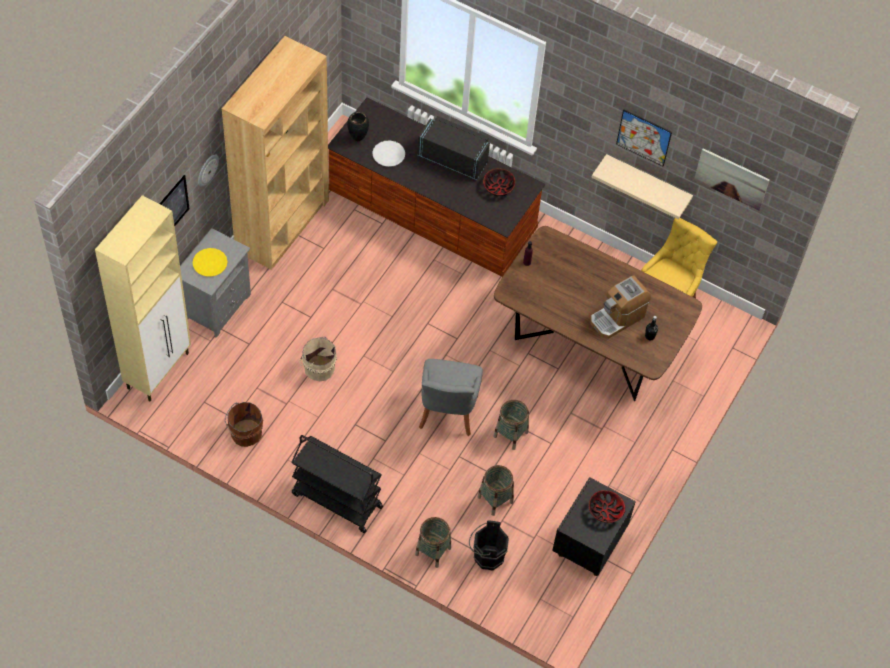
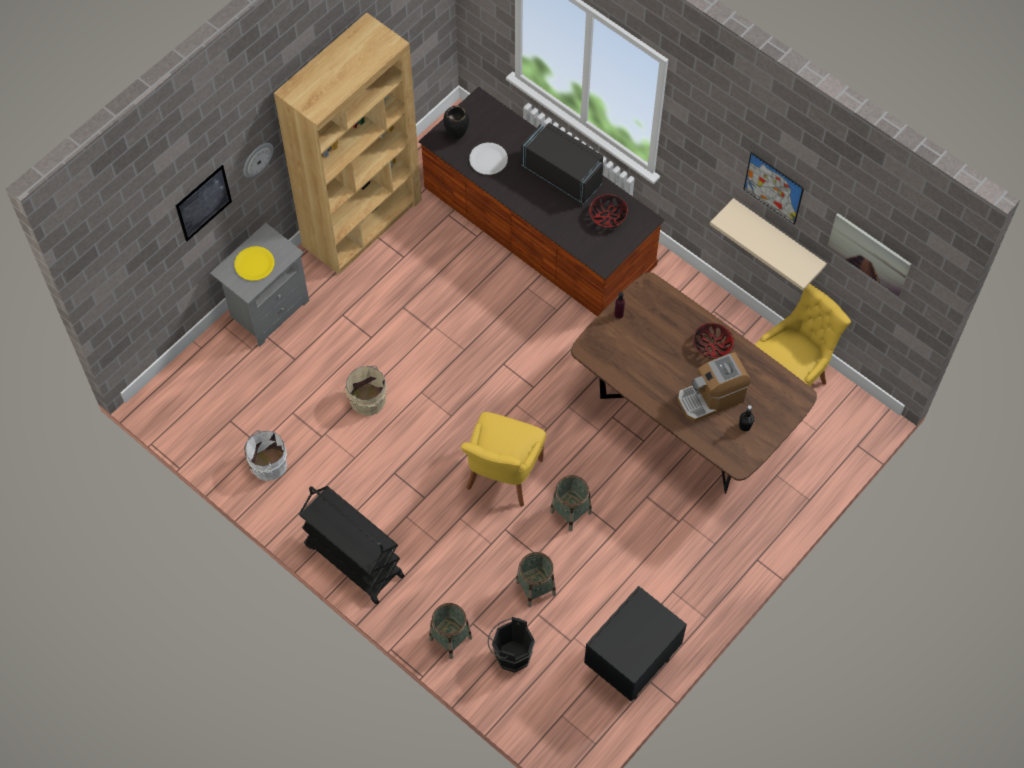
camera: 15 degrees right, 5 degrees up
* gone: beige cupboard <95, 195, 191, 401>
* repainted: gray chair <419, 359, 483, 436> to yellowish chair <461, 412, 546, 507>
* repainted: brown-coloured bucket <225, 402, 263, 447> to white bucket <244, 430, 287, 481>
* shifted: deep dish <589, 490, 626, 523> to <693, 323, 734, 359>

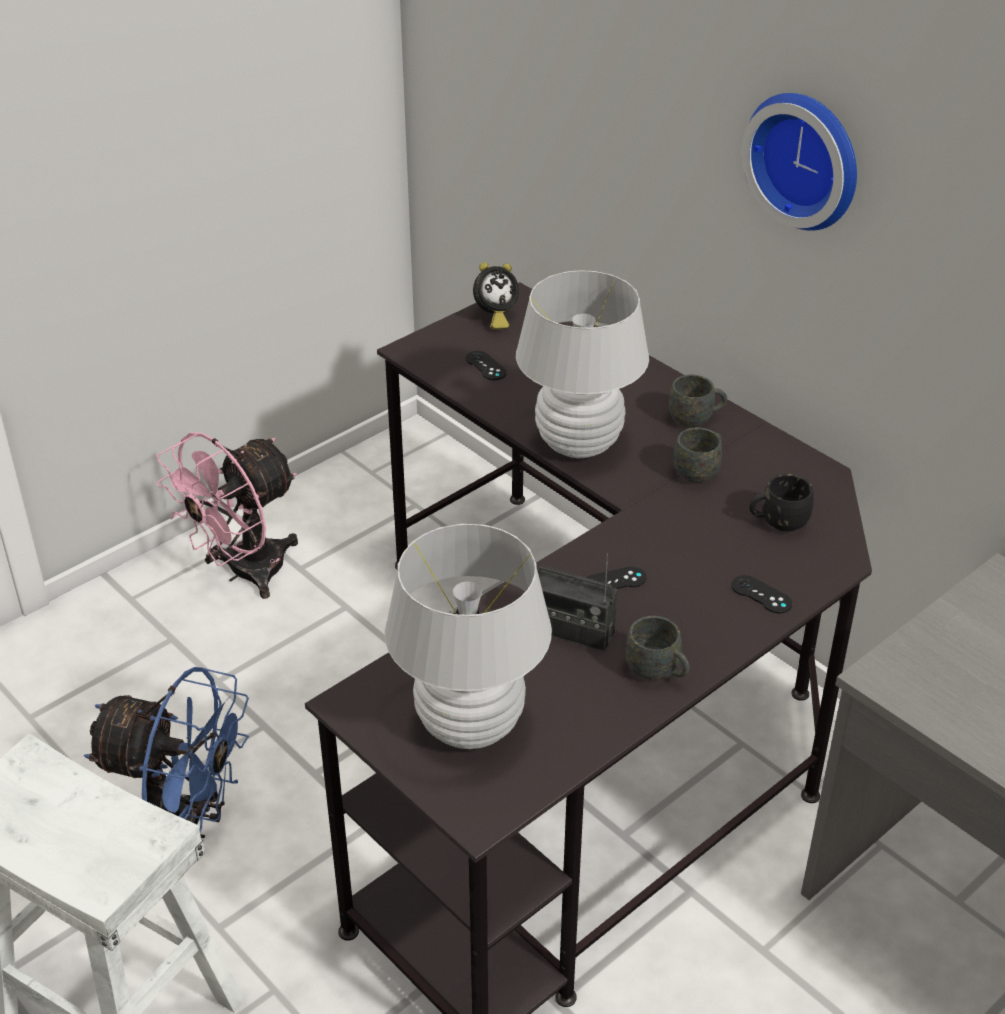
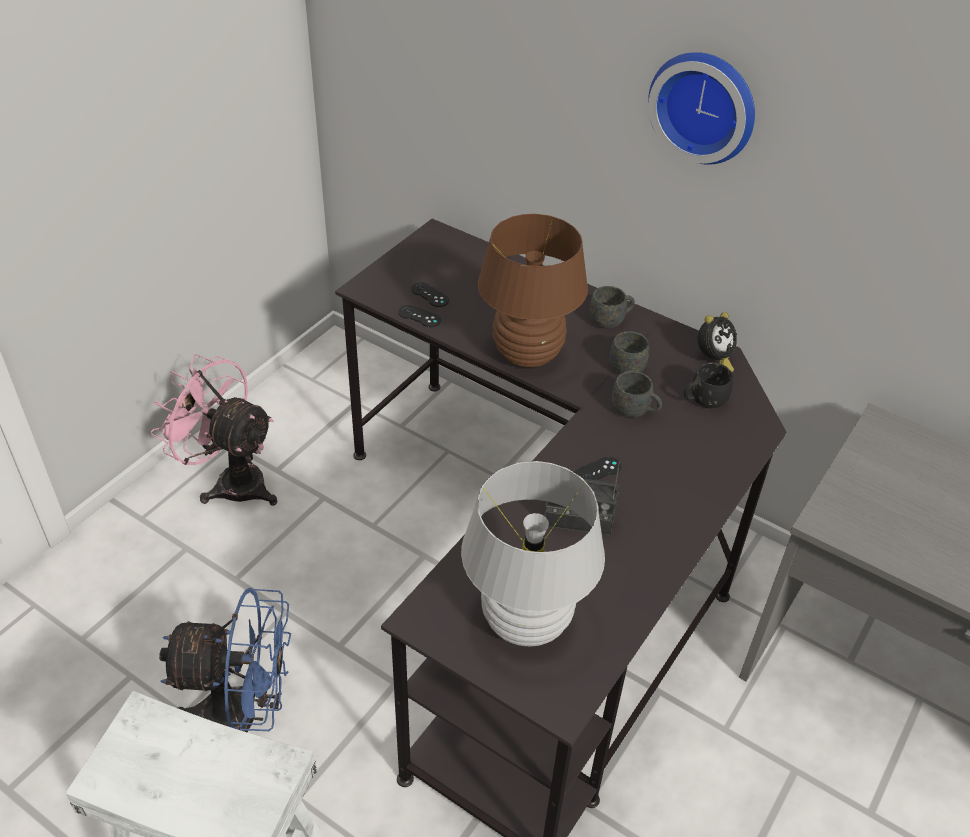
camera: 15 degrees left, 5 degrees up
* shifted: alarm clock <473, 262, 519, 329> to <697, 312, 737, 372>
* repainted: white tabletop lamp <516, 270, 649, 458> to brown-coloured tabletop lamp <478, 214, 588, 367>
* rotated: pink cooling fan <156, 432, 298, 599> = <151, 354, 277, 506> 90 degrees clockwise
* shifted: black joypad <731, 575, 792, 613> to <398, 305, 441, 327>
* shifted: gray coffee mug <626, 616, 690, 680> to <612, 371, 662, 417>

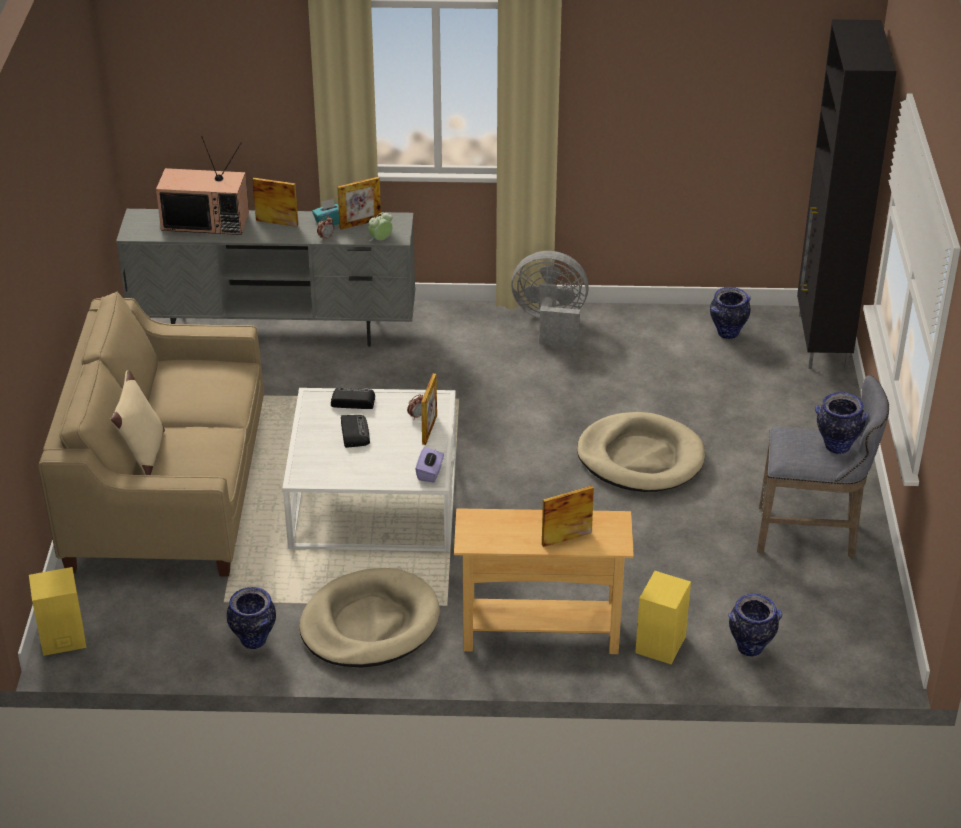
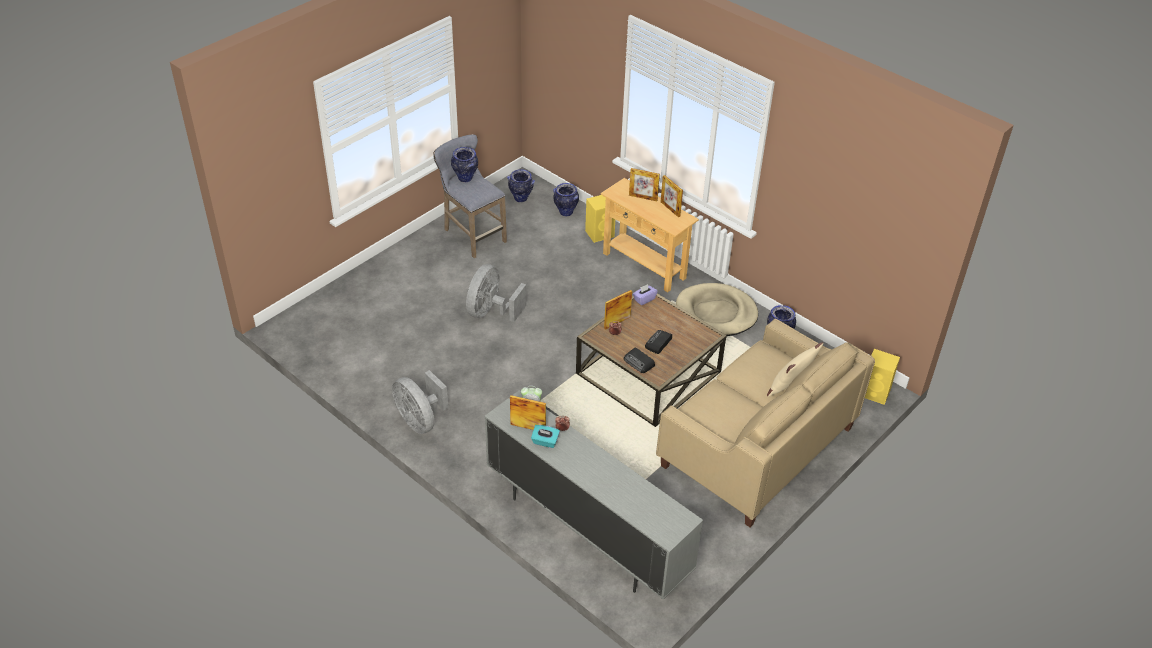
camera: 140 degrees left, 5 degrees up
* gone: black cupboard <797, 20, 897, 370>
* gone: TV <156, 136, 249, 235>
* shifted: picture frame <252, 178, 298, 227> to <661, 175, 683, 217>
* shifted: flower vase <710, 287, 751, 339> to <507, 169, 535, 202>
* repainted: white low table <282, 388, 456, 552> to brown-coloured low table <576, 293, 727, 427>
* swapped: beige dog bed <577, 412, 705, 492> to gray cooling fan <466, 264, 526, 322>

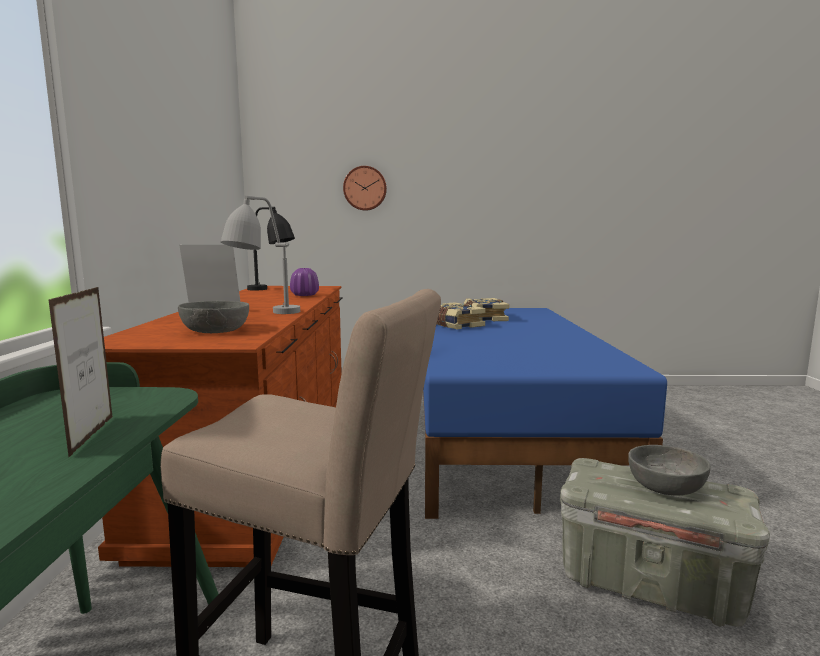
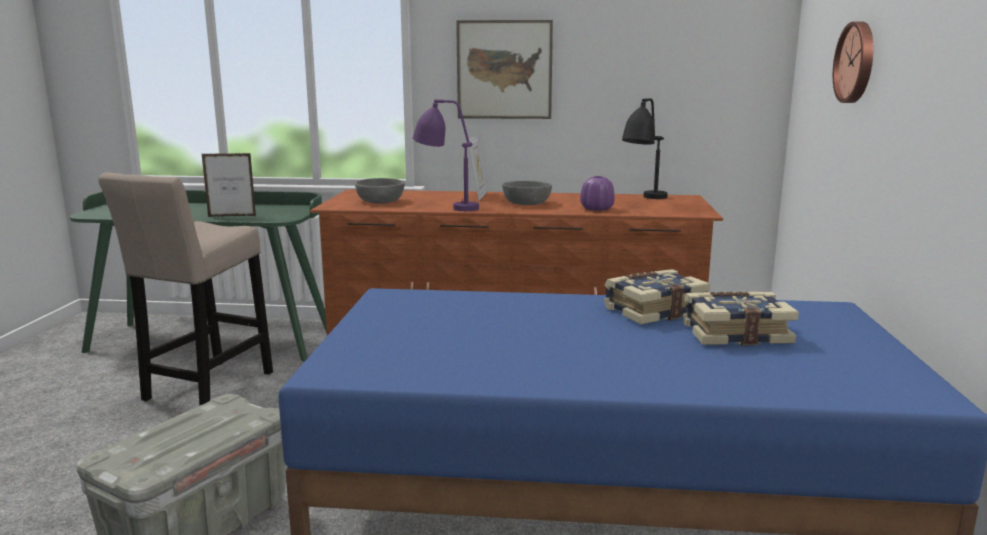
camera: 95 degrees right, 5 degrees up
* repainted: gray tabletop lamp <221, 195, 300, 314> to purple tabletop lamp <413, 99, 479, 211>
* shifted: gray deep dish <628, 445, 711, 496> to <502, 181, 552, 205>
* new: wall art <456, 20, 553, 119>

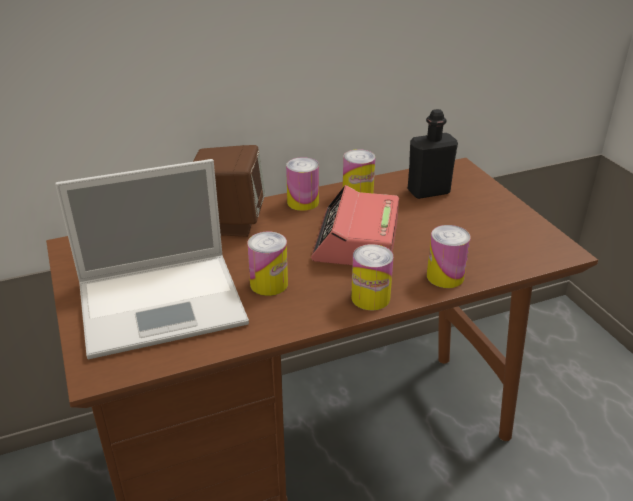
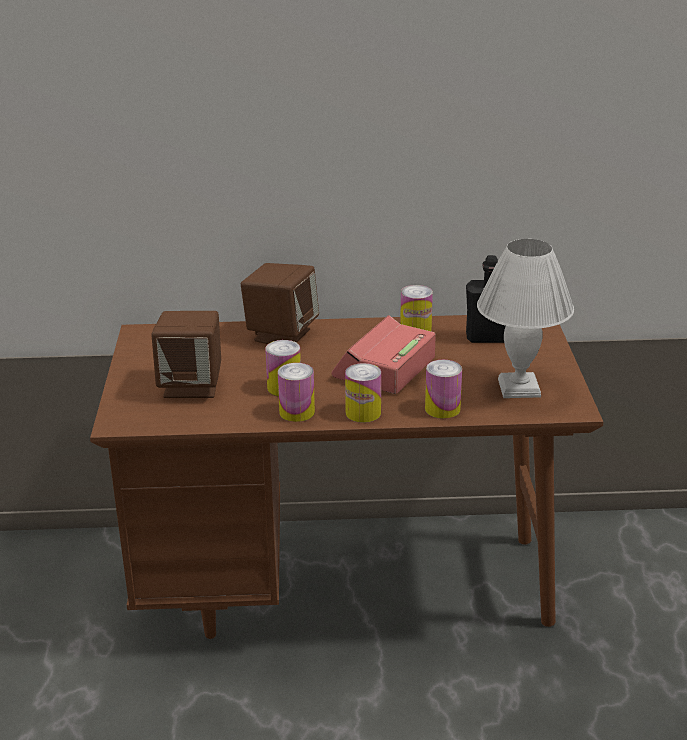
camera: 20 degrees right, 5 degrees down
* shifted: can <286, 157, 319, 211> to <278, 363, 315, 422>
* swapped: notebook computer <55, 159, 249, 359> to brown-coloured speaker <151, 311, 221, 398>
* new: white tabletop lamp <477, 239, 574, 398>

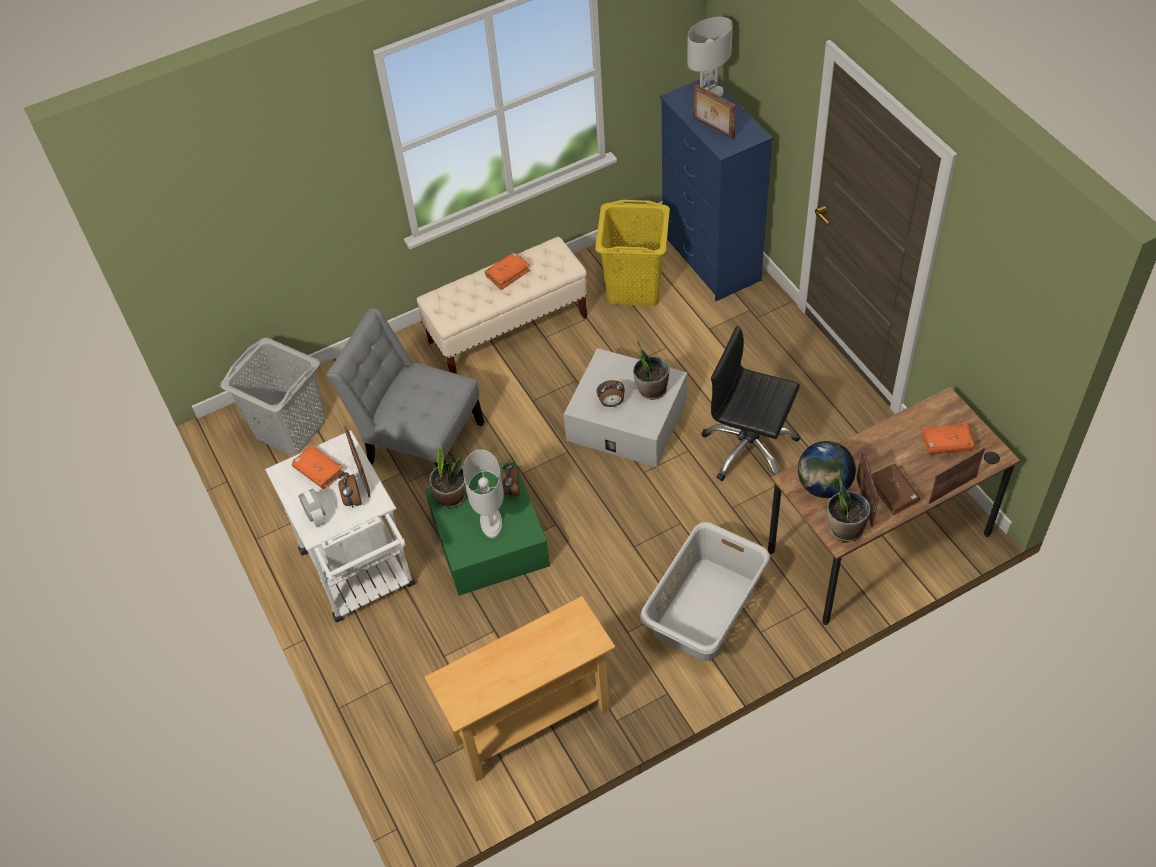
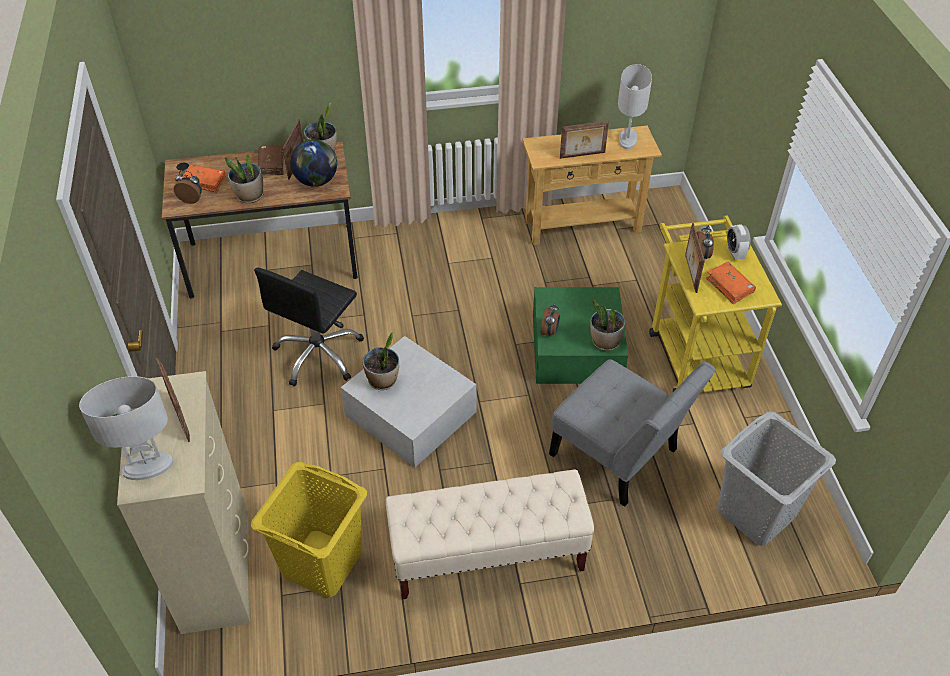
camera: 165 degrees left, 5 degrees down
* repainted: blue-coloured dresser <660, 78, 773, 301> to beige dresser <117, 371, 251, 634>
* gone: orange-coloured book <485, 252, 530, 290>
* rotated: black desk chair <702, 326, 800, 481> = <254, 267, 364, 387> 75 degrees clockwise
* shifted: alarm clock <597, 380, 625, 407> to <174, 170, 202, 204>
* repainted: white wheeled cart <265, 430, 416, 622> to yellowish wheeled cart <649, 216, 782, 393>
* shifted: picture frame <929, 448, 985, 504> to <560, 121, 609, 159>
* shifted: white tabletop lamp <463, 450, 504, 538> to <618, 64, 652, 149>
* gone: gray hamper <640, 522, 770, 661>
* new: houseplant <225, 154, 264, 203>

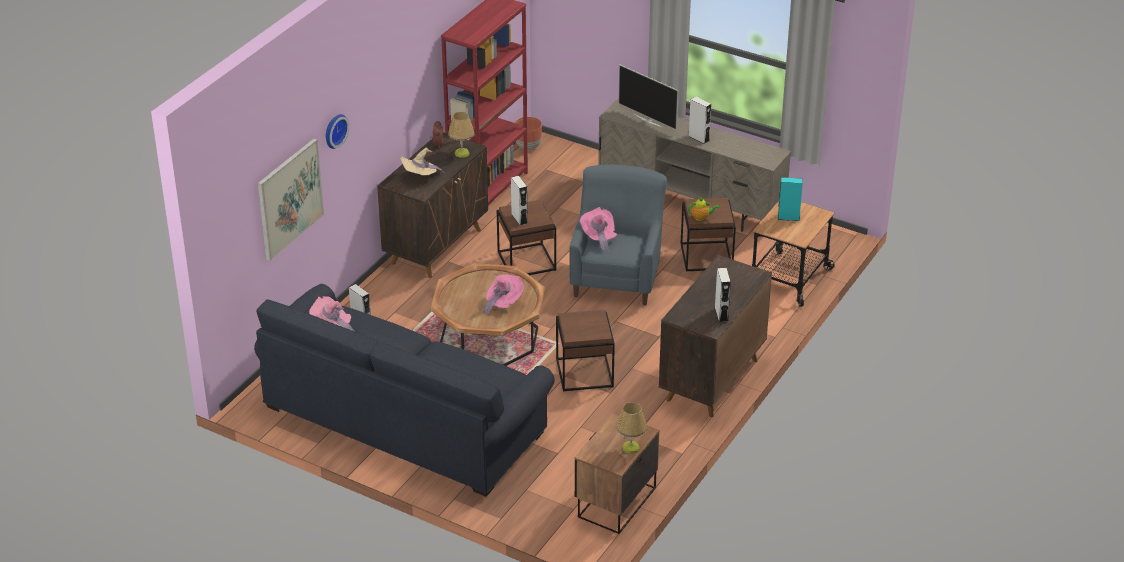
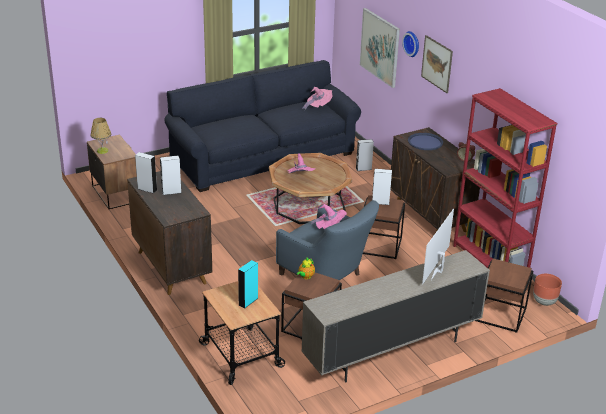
camera: 120 degrees right, 5 degrees down
* rotated: TV <618, 64, 679, 130> = <422, 209, 454, 284> 45 degrees counterclockwise
* shifted: white speaker <688, 96, 711, 144> to <160, 156, 182, 195>
* gone: tabletop lamp <448, 112, 475, 158>
* swapped: beige wearable hat <400, 148, 445, 175> to blue-coloured carrying tray <408, 133, 443, 150>
* shifted: brown-coloured accent table <556, 310, 615, 392> to <475, 259, 533, 333>
* new: wall art <421, 35, 453, 93>

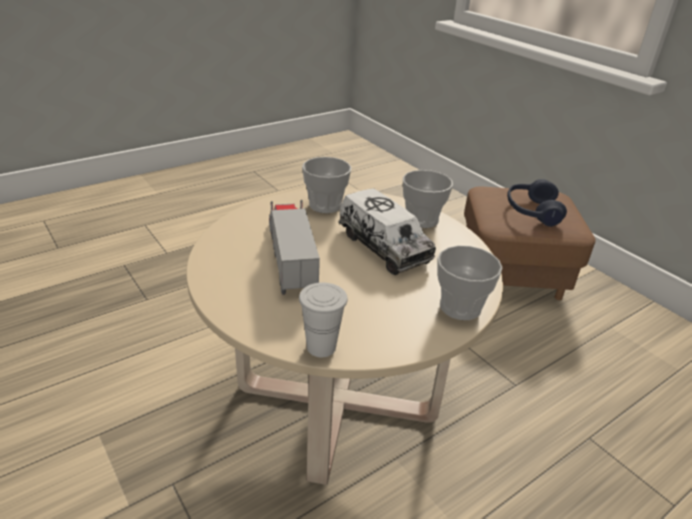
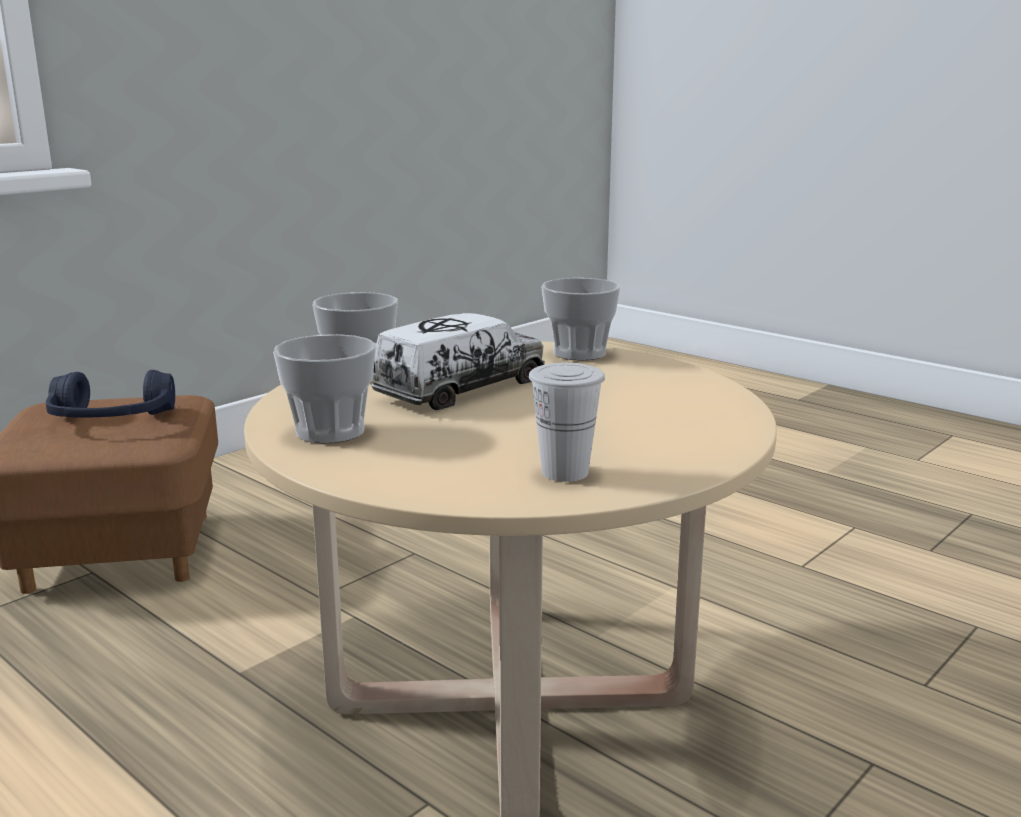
camera: 100 degrees left, 15 degrees down
* gone: toy lorry <269, 200, 320, 295>
* shifted: white cup <299, 282, 348, 357> to <529, 363, 605, 482>

